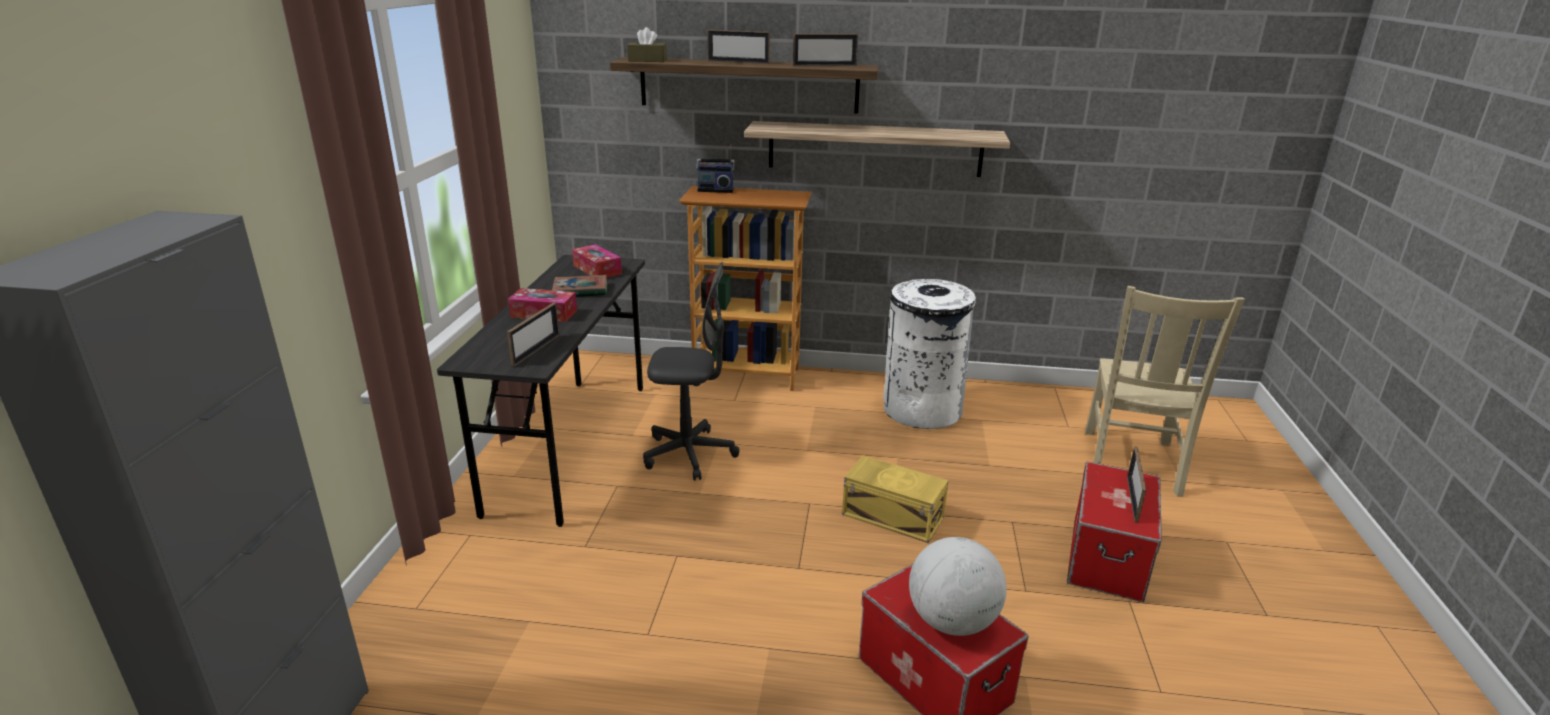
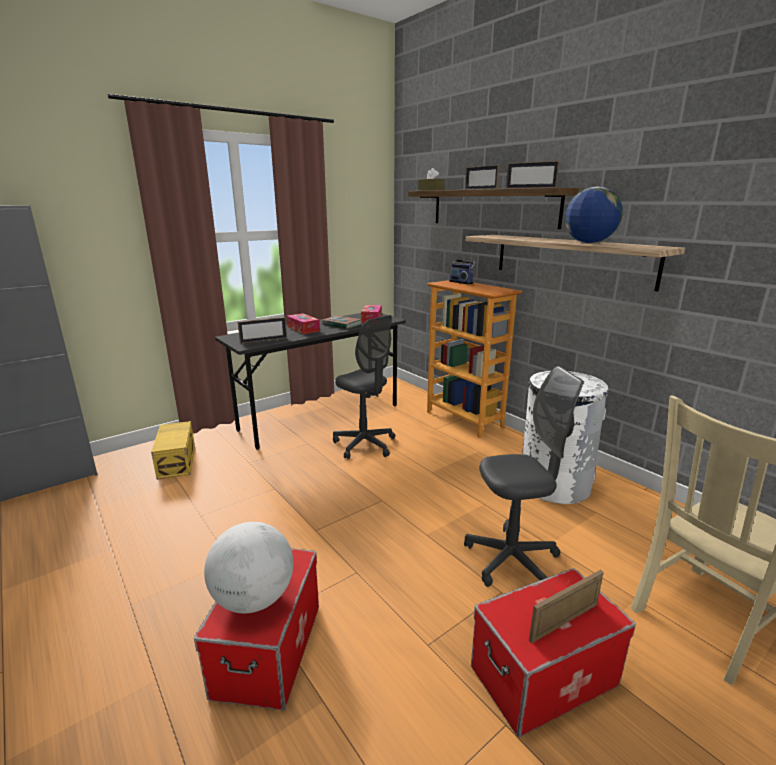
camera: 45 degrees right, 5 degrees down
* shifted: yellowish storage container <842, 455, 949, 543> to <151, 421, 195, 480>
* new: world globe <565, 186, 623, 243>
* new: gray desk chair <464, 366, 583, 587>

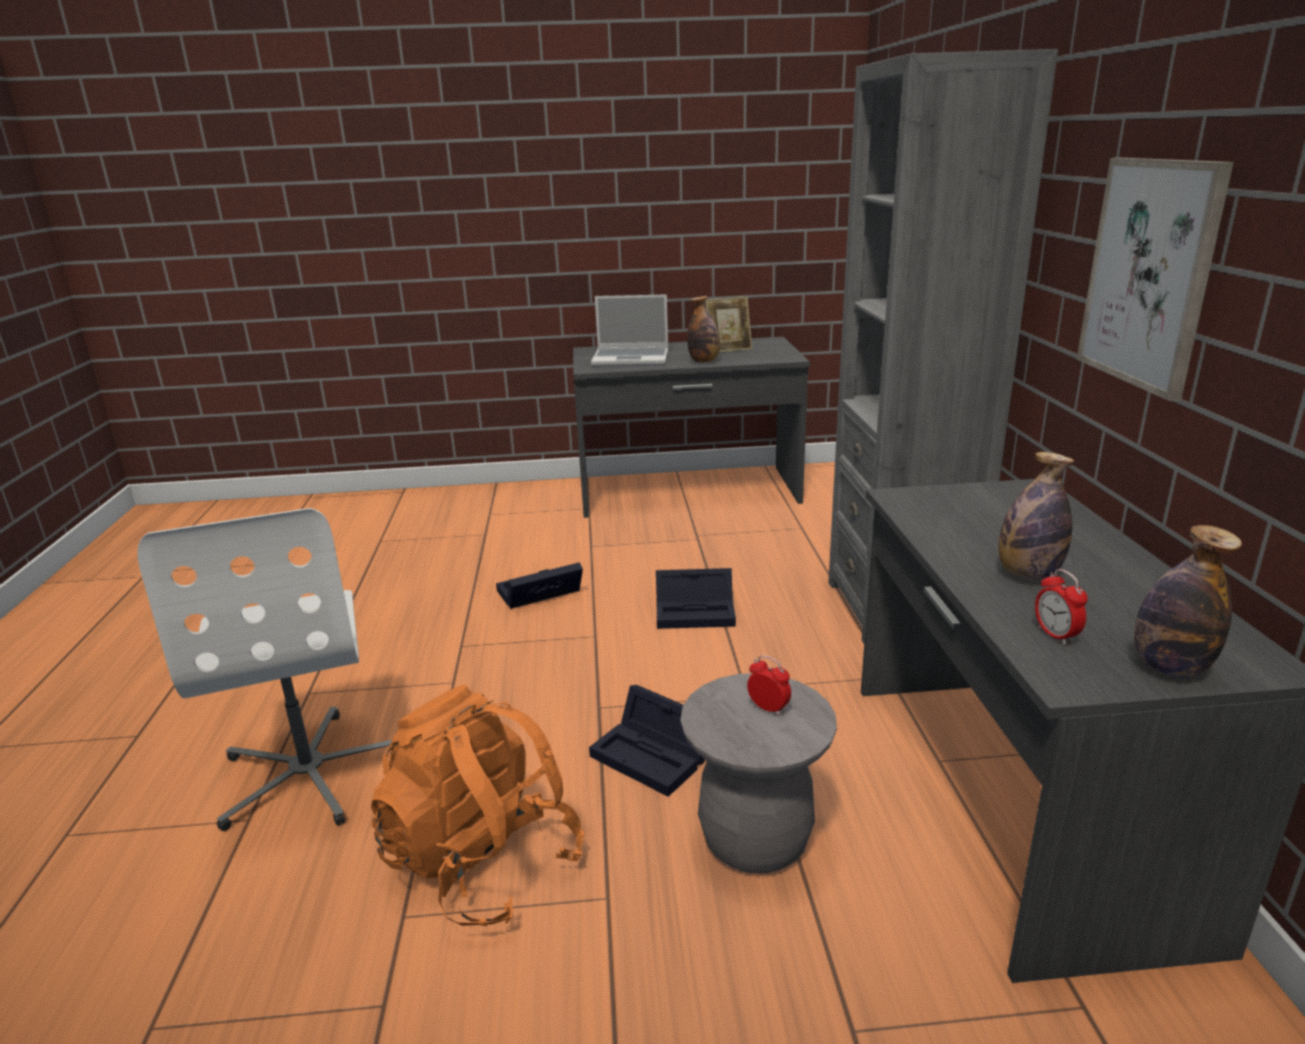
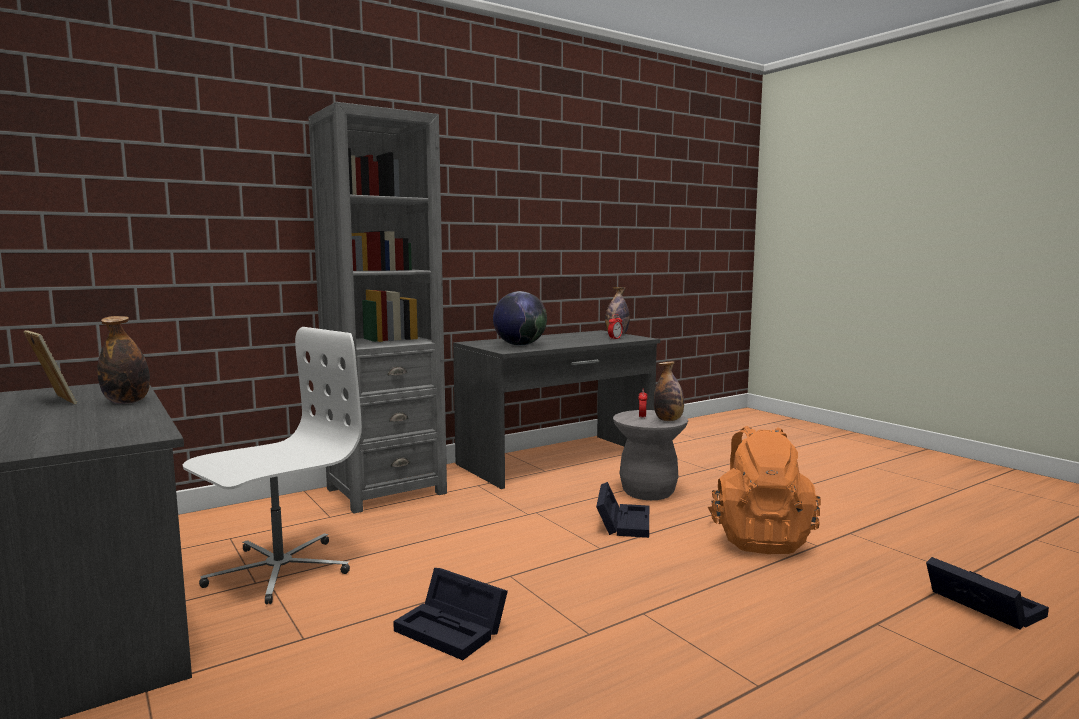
camera: 120 degrees left, 15 degrees down
* gone: wall art <1077, 158, 1234, 401>
* gone: notebook computer <591, 294, 668, 366>
* shifted: drink bottle <998, 452, 1074, 580> to <654, 361, 684, 421>
* shifted: white desk chair <137, 508, 392, 831> to <183, 327, 362, 604>
* shifted: black storage container <656, 568, 736, 629> to <926, 557, 1049, 630>
* new: world globe <493, 291, 547, 346>

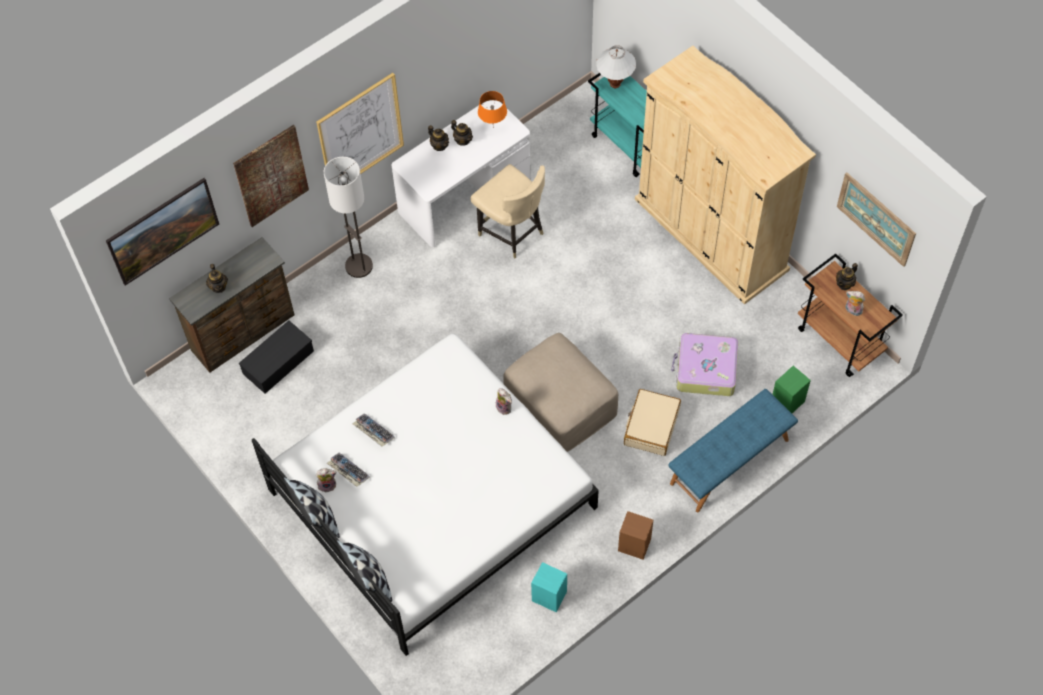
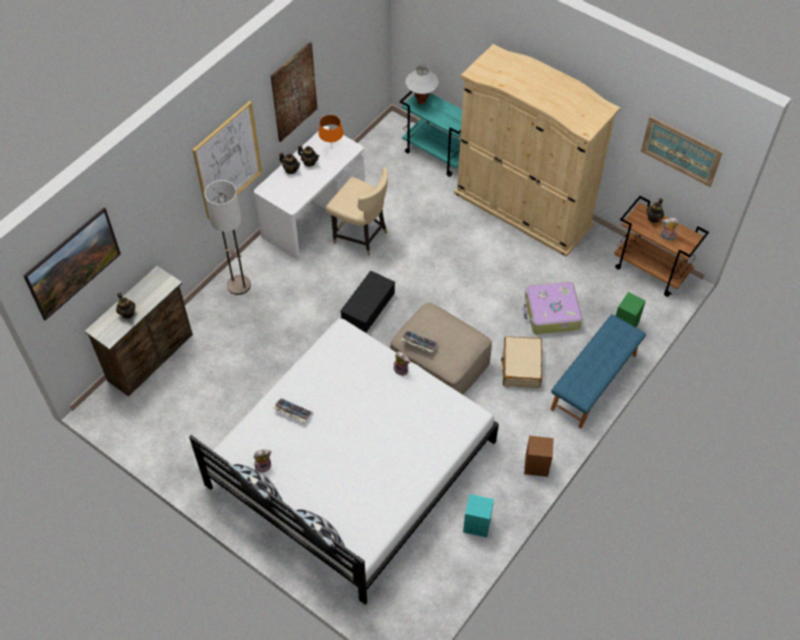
camera: 15 degrees left, 5 degrees down
* shifted: wall art <233, 125, 309, 227> to <271, 42, 317, 142>
* shifted: black storage container <239, 320, 314, 394> to <340, 270, 395, 333>
* shifted: PC keyboard <327, 453, 370, 487> to <401, 331, 438, 353>

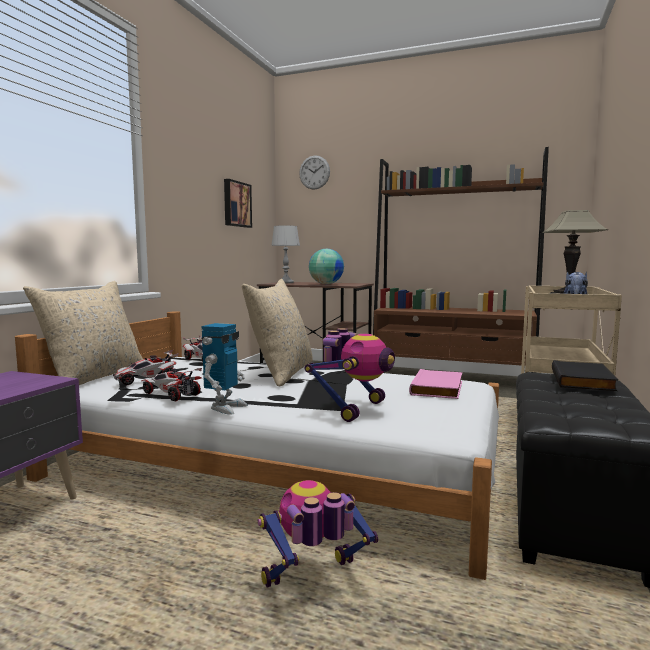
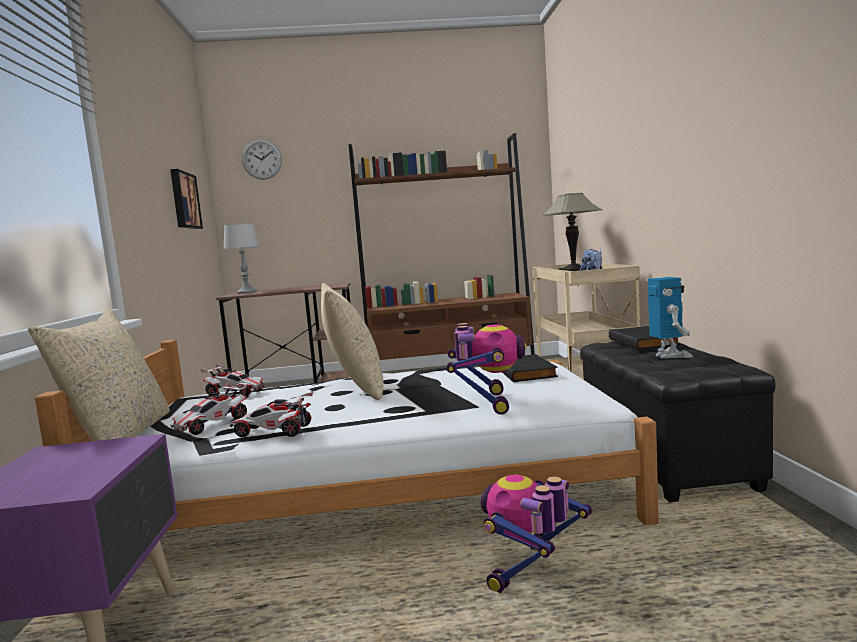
camera: 25 degrees left, 0 degrees up
* gone: world globe <309, 249, 344, 284>
* shifted: robot figure <202, 323, 248, 415> to <648, 277, 693, 358>
* repainted: pink book <409, 369, 463, 399> to black book <502, 354, 558, 382>

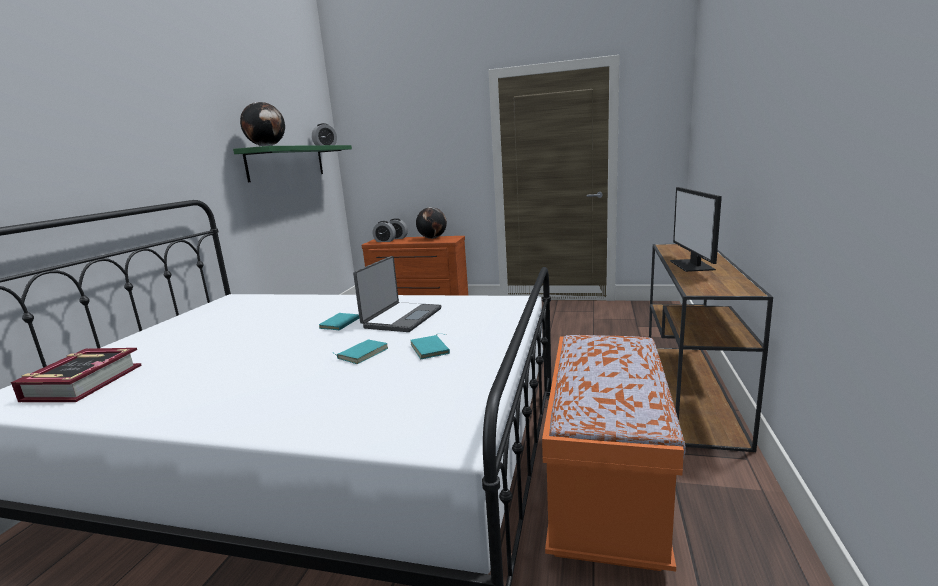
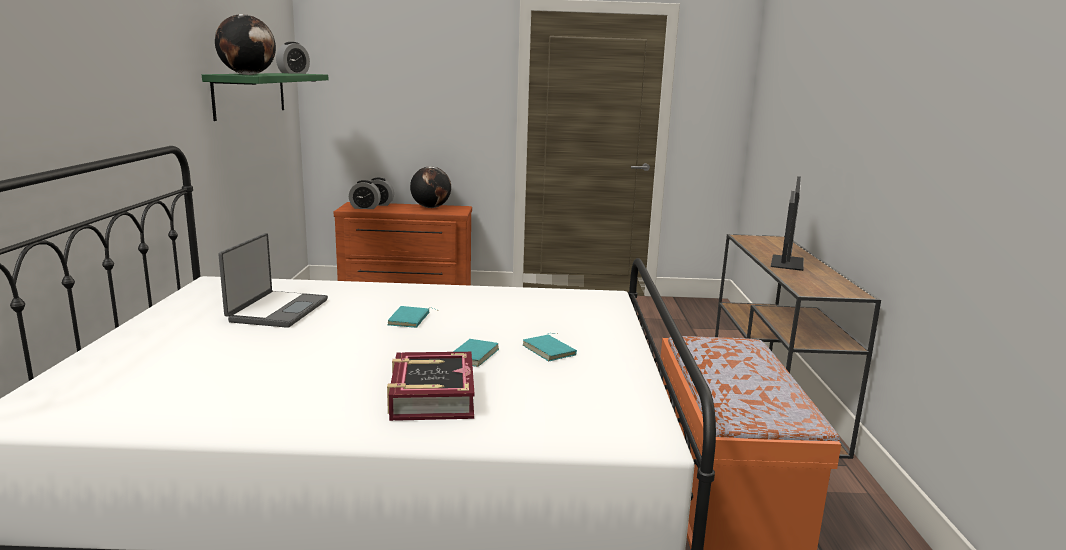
camera: 15 degrees left, 0 degrees up
* rotated: computer screen <670, 187, 722, 272> = <771, 176, 804, 271> 150 degrees counterclockwise
* shifted: notebook computer <353, 256, 441, 332> to <218, 233, 328, 328>
* shifted: book <11, 348, 142, 402> to <387, 352, 474, 421>

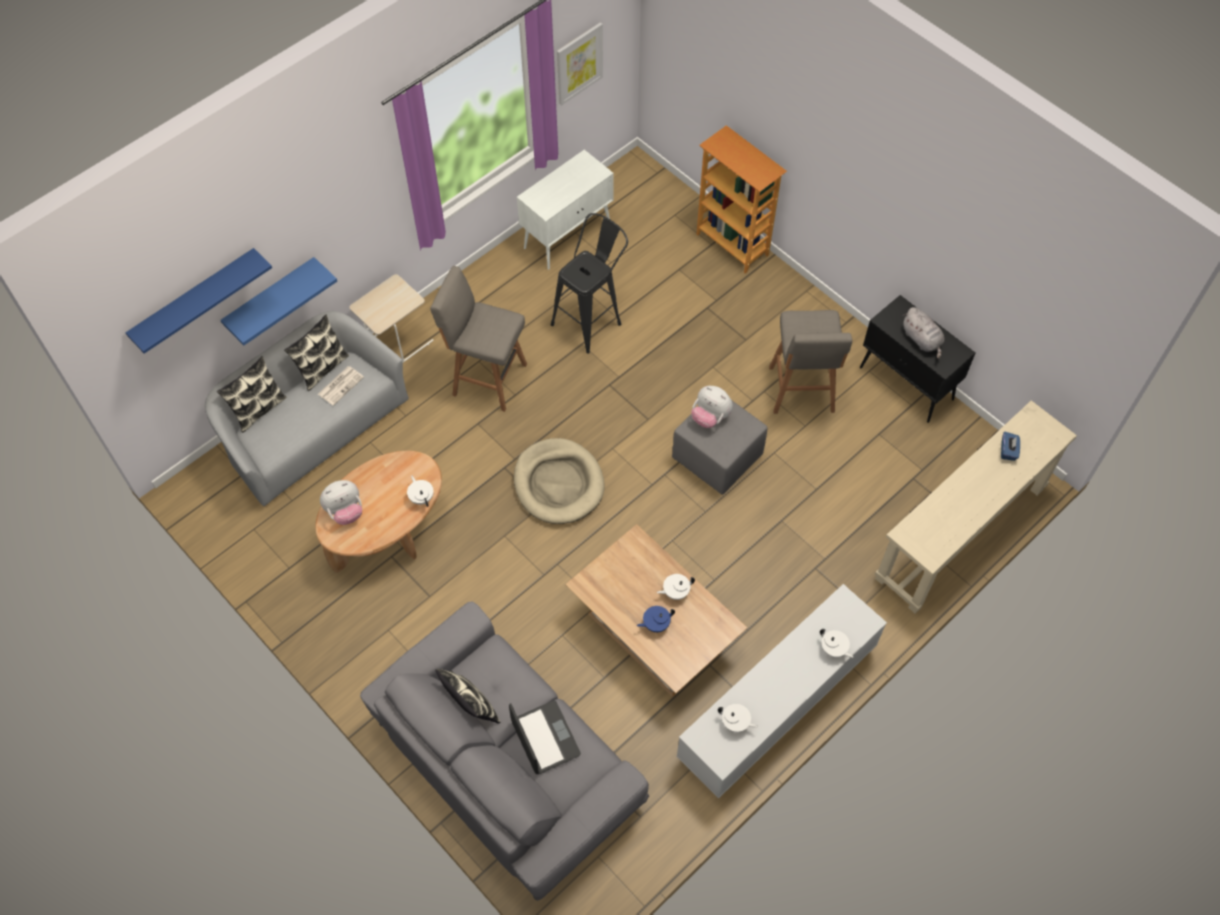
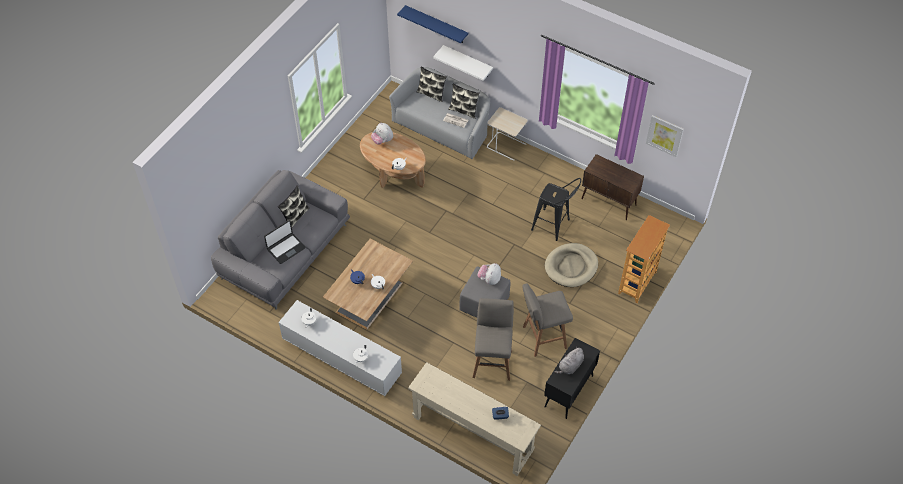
camera: 75 degrees right, 5 degrees down
* repainted: white cupboard <517, 150, 614, 270> to brown-coloured cupboard <581, 154, 644, 220>
* repainted: blue-coloured bracket shelf <220, 257, 337, 345> to white bracket shelf <433, 45, 493, 81>
* shifted: gray stool seat <430, 266, 527, 412> to <473, 298, 514, 381>
* shifted: beige dog bed <514, 438, 605, 524> to <545, 243, 598, 287>

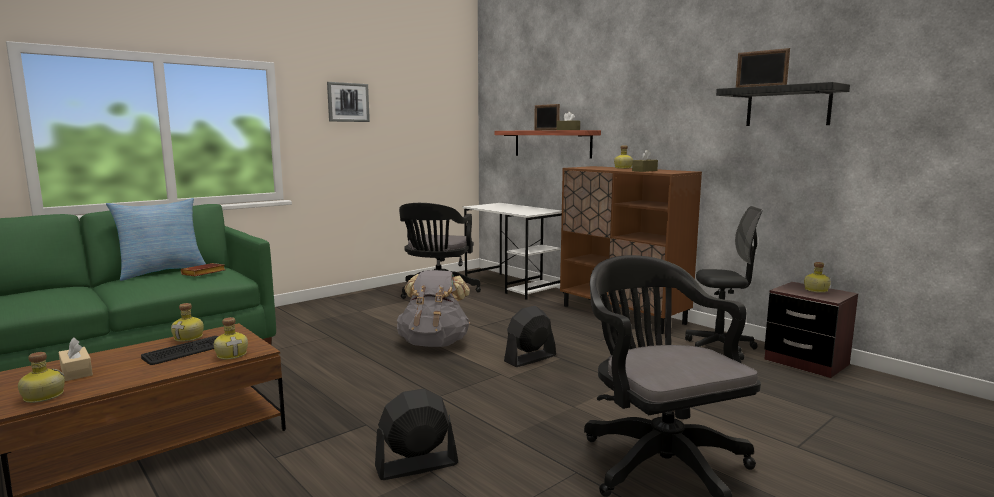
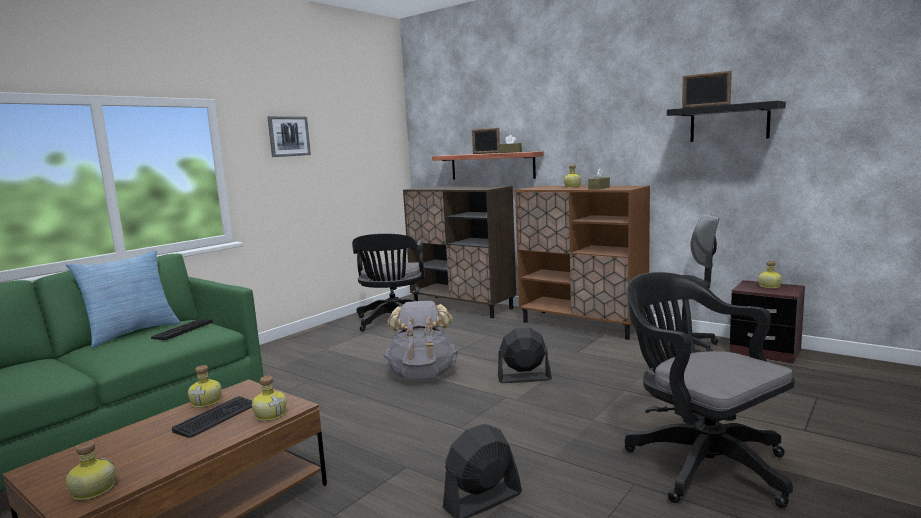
camera: 10 degrees left, 0 degrees up
* swapped: white desk unit <462, 203, 562, 300> to brown-coloured cupboard <403, 186, 516, 318>
* swapped: brown-coloured book <181, 263, 225, 276> to PC keyboard <151, 319, 213, 340>
* rotated: black cooling fan <504, 306, 556, 367> = <498, 328, 552, 383> 45 degrees clockwise
* gone: beige tissue holder <59, 338, 93, 381>

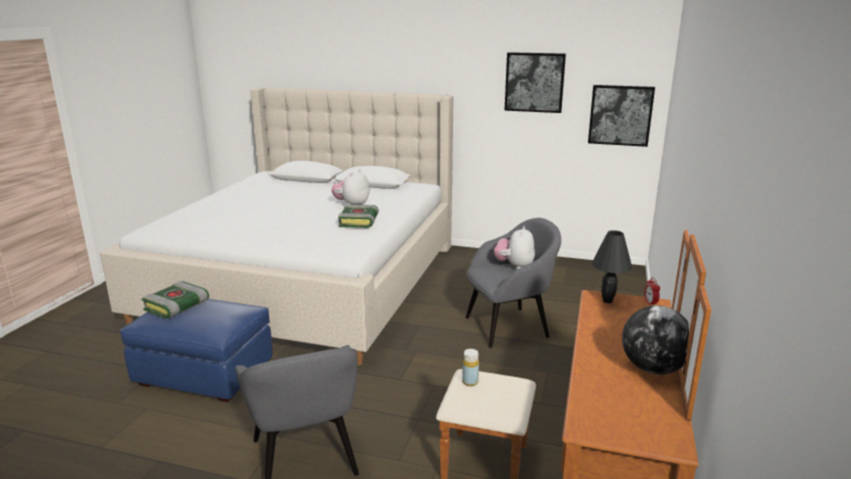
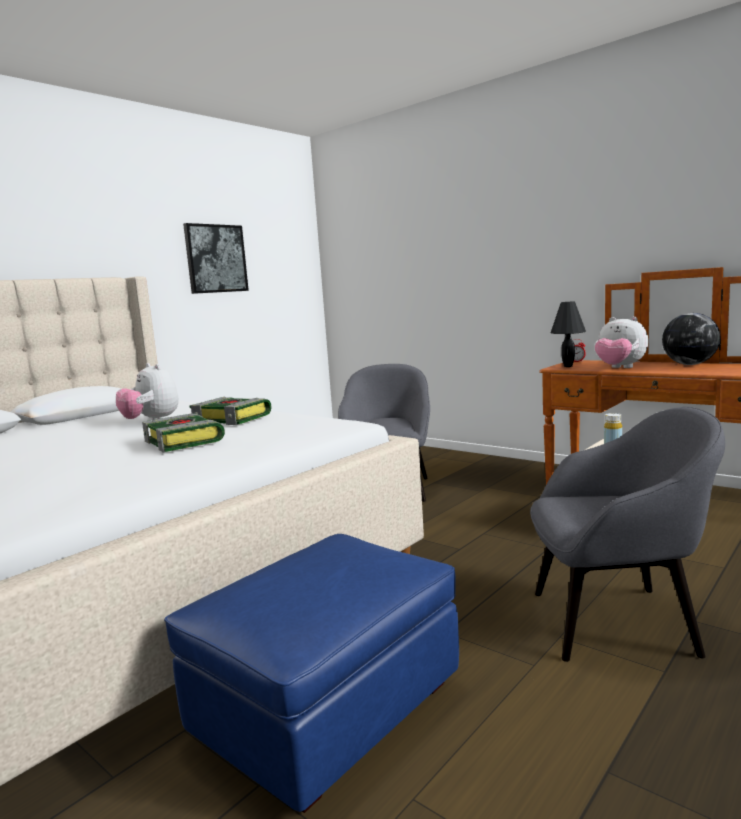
camera: 65 degrees left, 10 degrees down
* gone: wall art <588, 85, 655, 147>
* shifted: soft toy <494, 226, 535, 269> to <595, 316, 648, 368>
* shifted: book <142, 281, 209, 319> to <142, 413, 225, 452>

